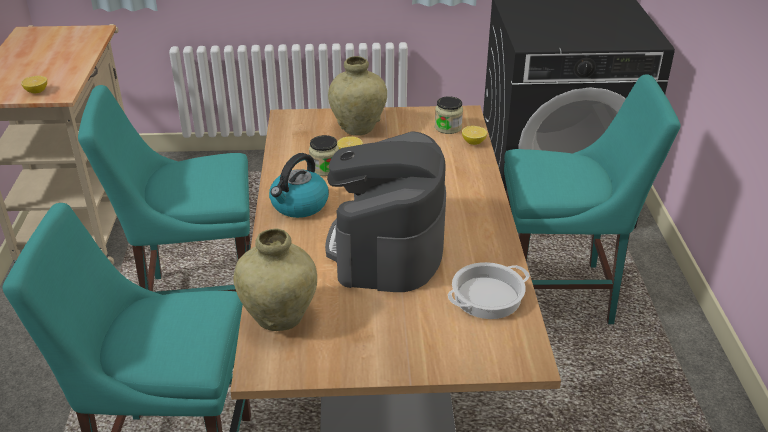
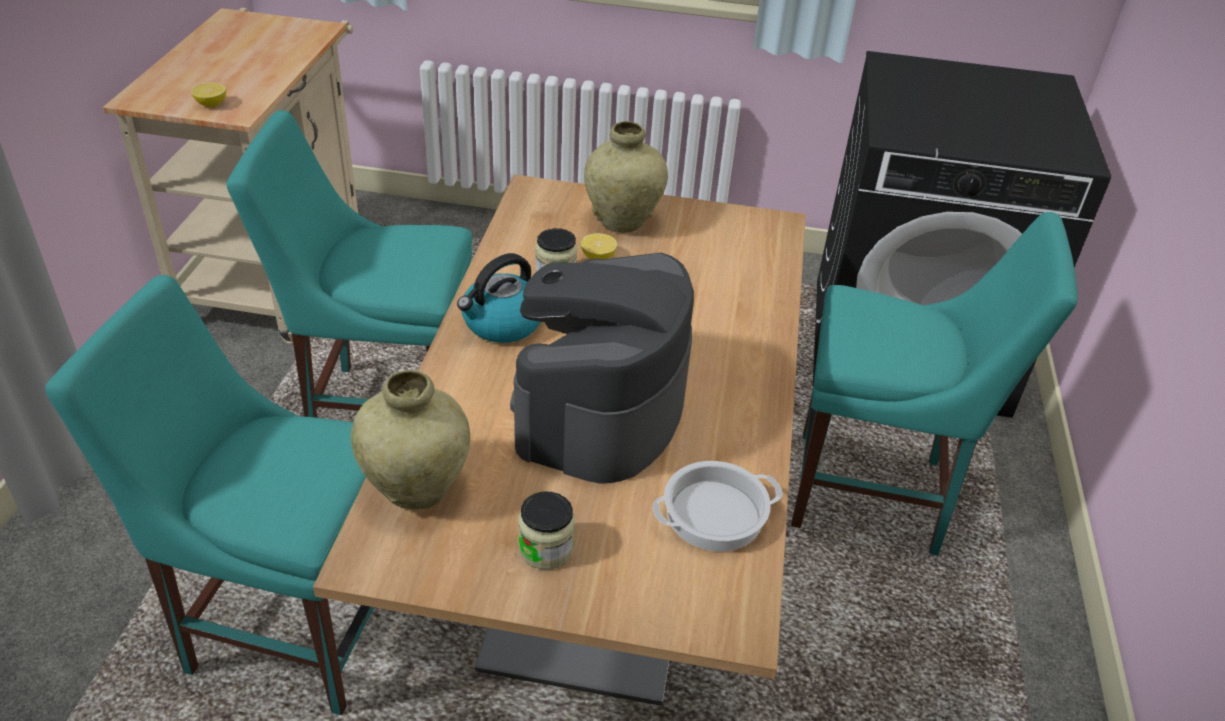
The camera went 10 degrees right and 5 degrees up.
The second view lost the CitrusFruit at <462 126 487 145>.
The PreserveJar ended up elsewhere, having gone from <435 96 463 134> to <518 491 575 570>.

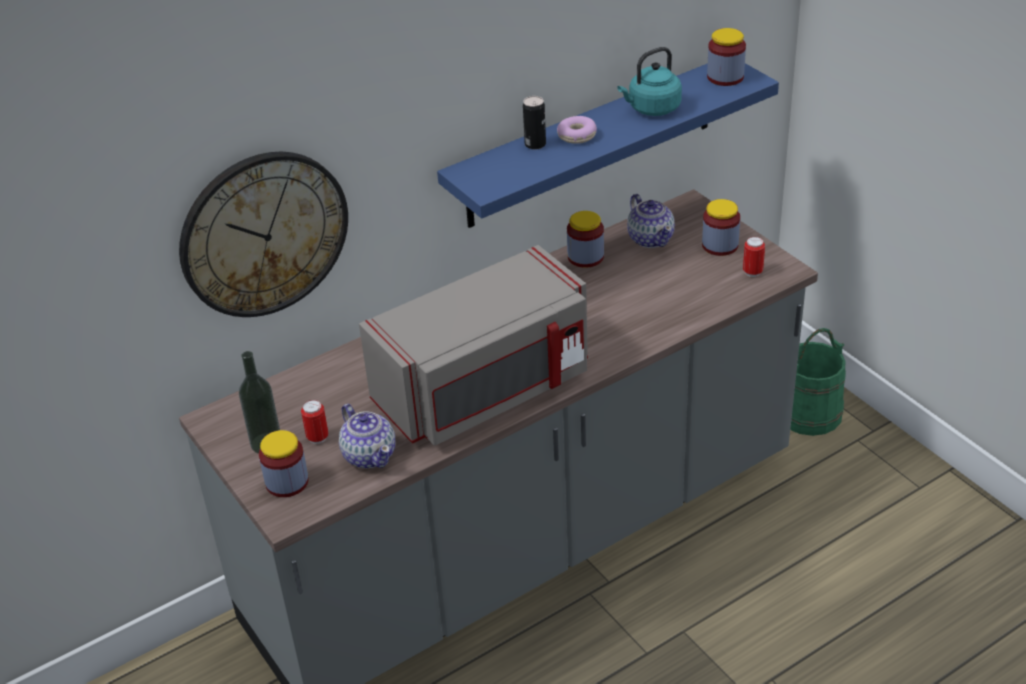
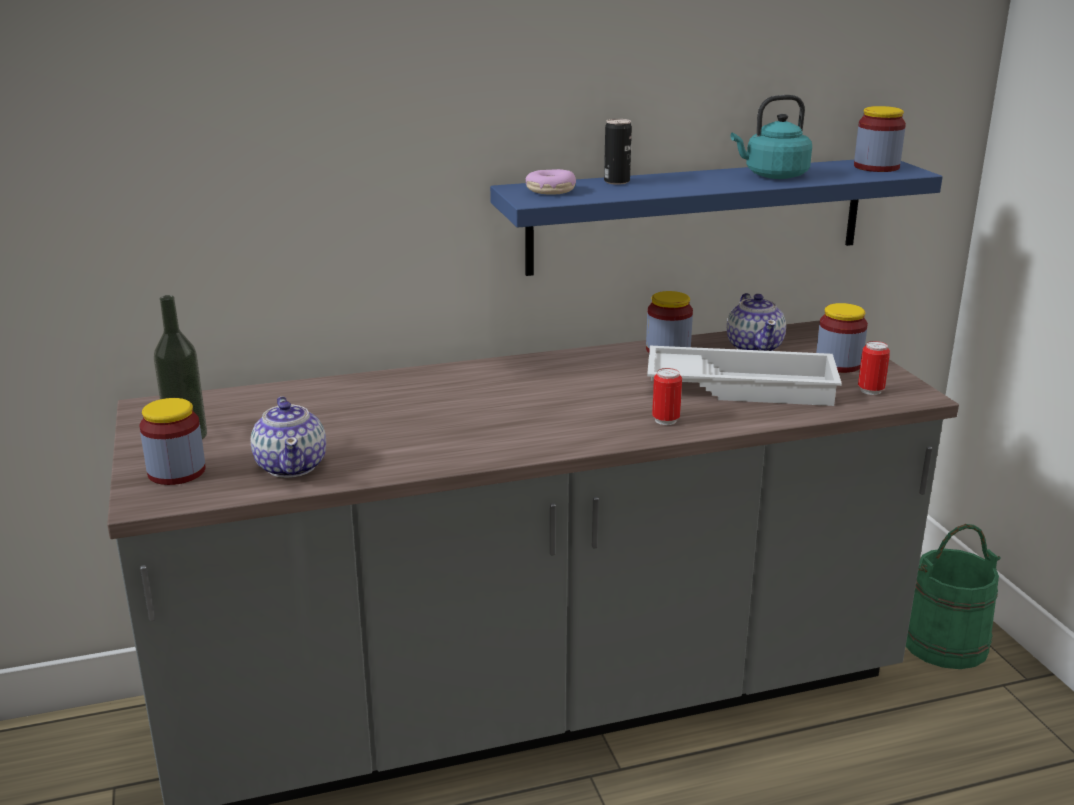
The camera went 15 degrees right and 15 degrees down.
The second view lost the ClockOnTheWall at <179 152 348 317>.
The second view lost the GrayKitchenMicrowave at <359 245 588 446>.
The second view gained the WhiteColouredServingTray at <647 346 842 406>.
The Can ended up elsewhere, having gone from <301 400 328 444> to <652 368 682 425>.
The Doughnut ended up elsewhere, having gone from <557 116 597 144> to <526 169 576 195>.

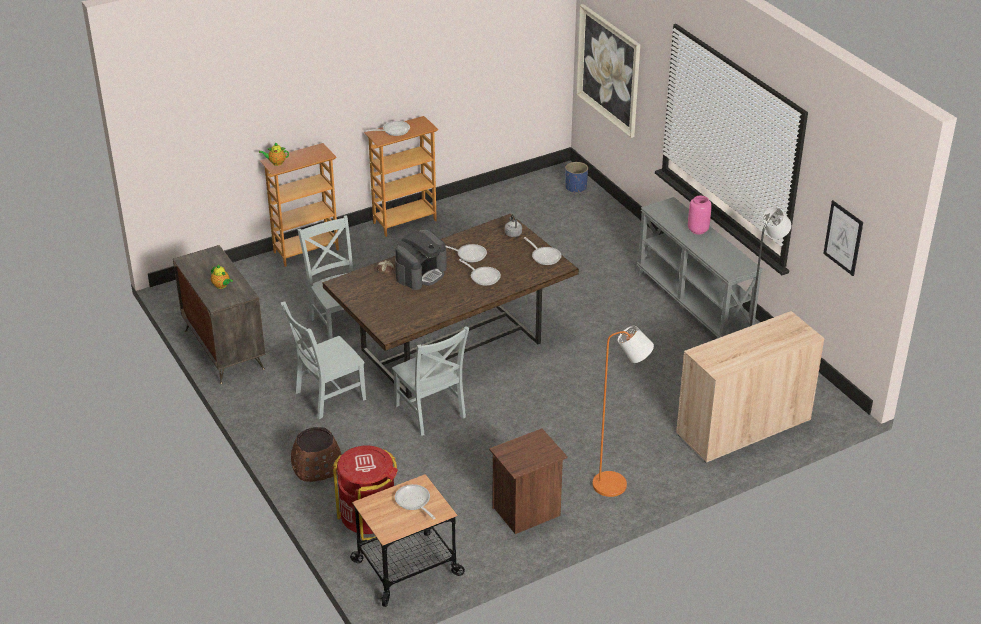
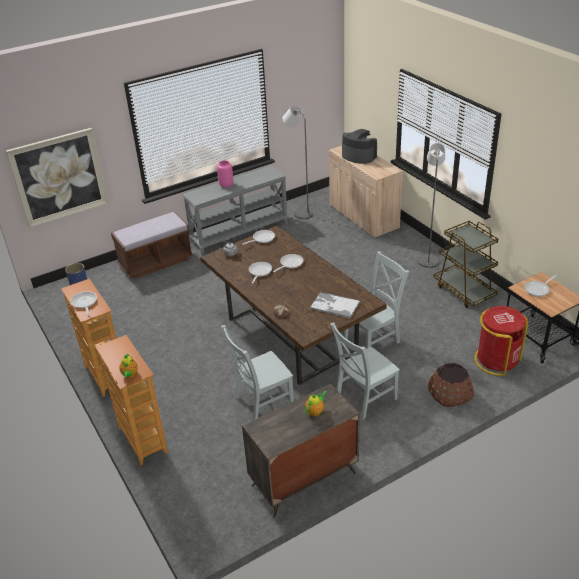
The camera went 90 degrees left and 0 degrees up.
The second view lost the Picture at <823 200 863 276>.
The second view gained the BrownIndoorBench at <111 212 193 279>.
The second view gained the ServingTray at <309 291 360 319>.
The CoffeeBrewer ended up elsewhere, having gone from <395 230 447 290> to <342 129 377 164>.
Where the BrownNightstand stood at <489 428 568 534>, the BrownTrolley came to stand at <434 221 498 308>.
What was the OrangeStandingLamp at <592 326 654 497> turned into the GrayStandingLamp at <417 143 445 268>.
The GrayPlainChair at <281 302 366 419> ended up facing another way, 90 degrees clockwise from before.

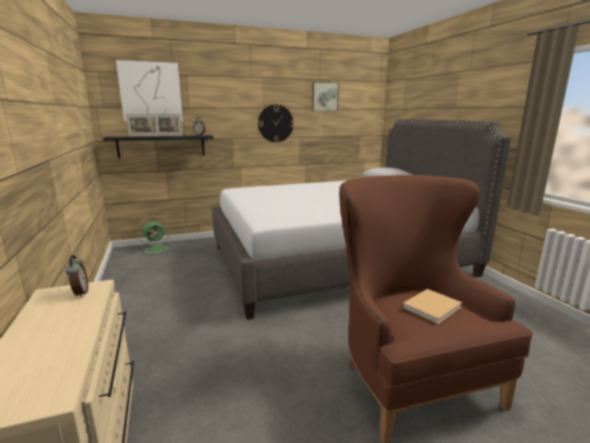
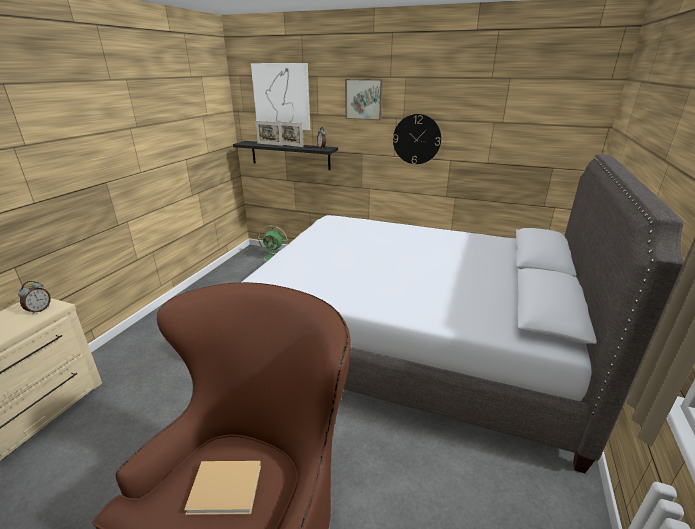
The camera went 40 degrees right and 10 degrees up.
The Picture ended up elsewhere, having gone from <312 82 339 111> to <345 79 383 120>.

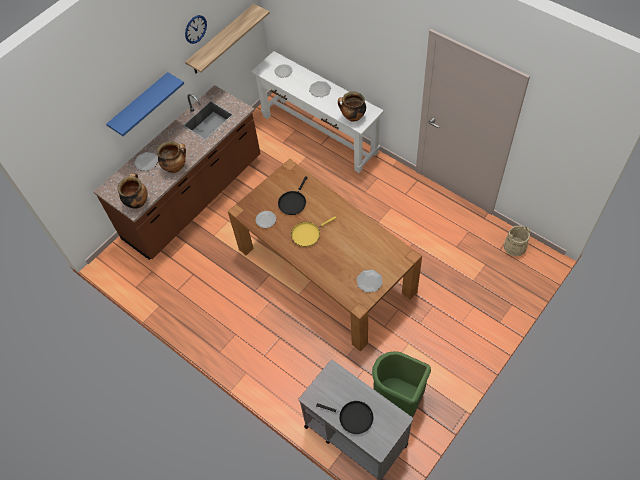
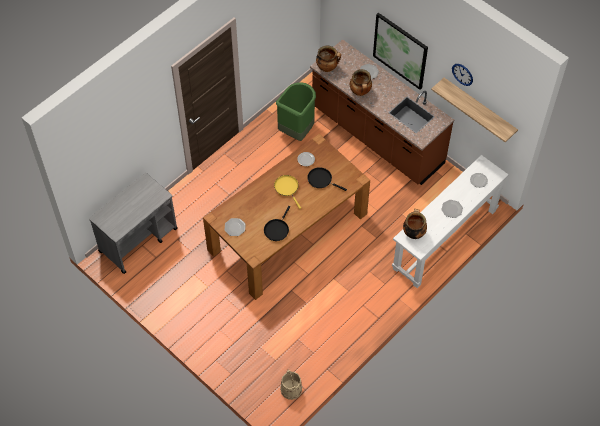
The camera went 90 degrees right and 0 degrees up.
The BlackishPan ended up elsewhere, having gone from <316 401 374 434> to <264 206 290 241>.
The GreenishTrashCan ended up elsewhere, having gone from <372 351 431 417> to <276 82 316 141>.
Where the BluishBracketShelf hung at <106 72 184 136>, the Picture came to hang at <373 13 428 90>.

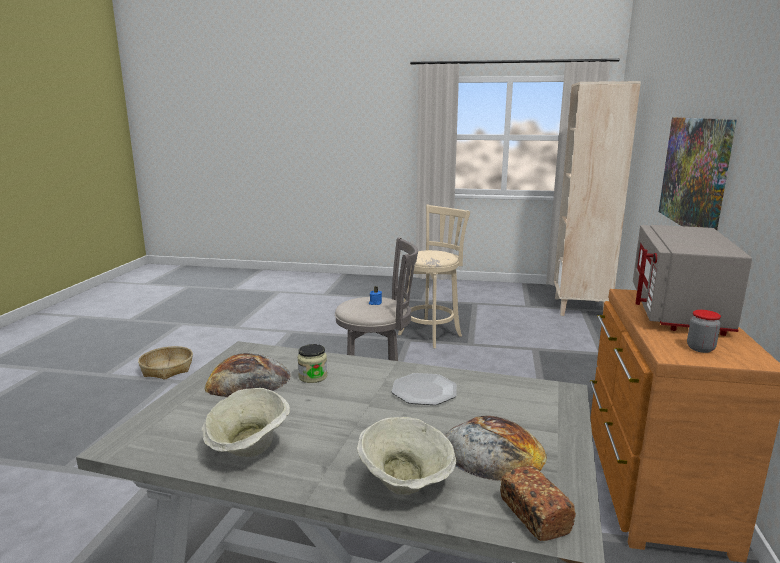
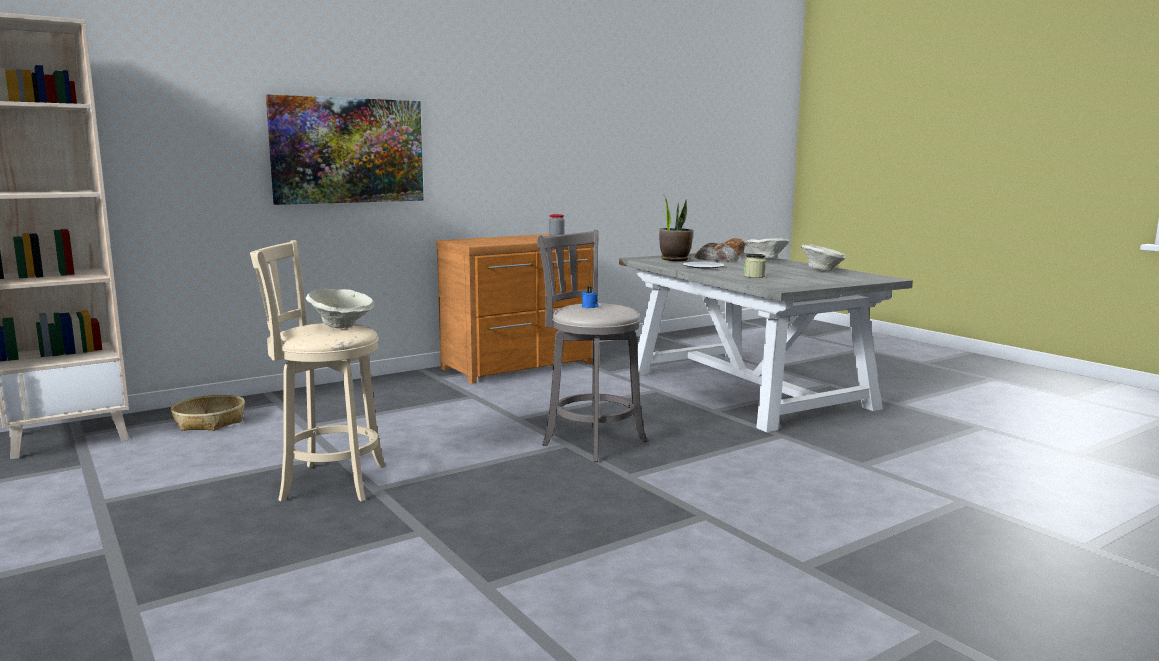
The camera went 135 degrees left and 5 degrees down.
The second view lost the BakeryBread at <205 353 290 397>.
The second view lost the GrayKitchenMicrowave at <633 225 752 336>.
The second view gained the BeigeColouredServingBowl at <306 289 374 329>.
The second view gained the PottedPlant at <659 197 694 261>.
The StorageBasket ended up elsewhere, having gone from <138 346 193 380> to <171 394 245 431>.

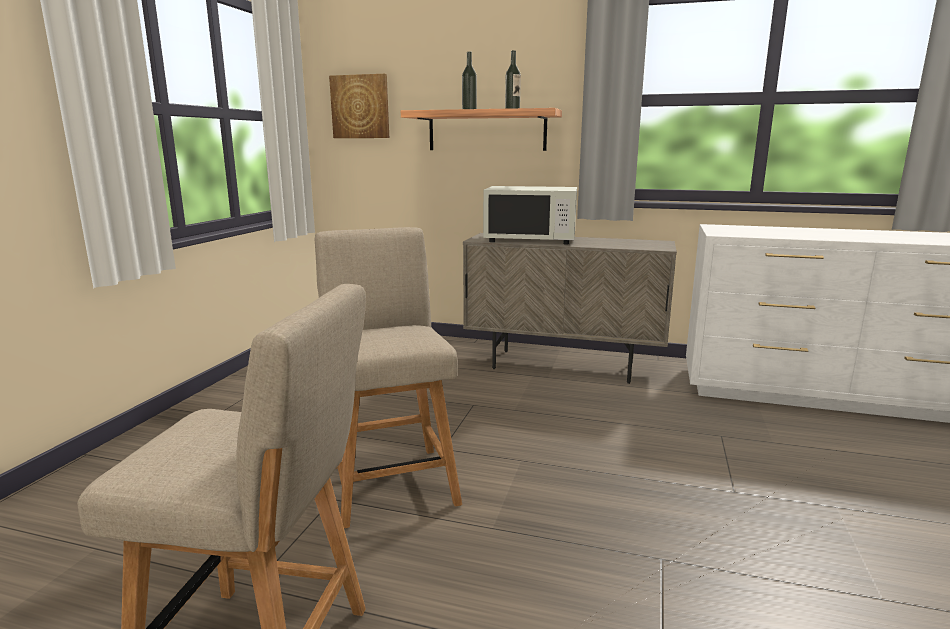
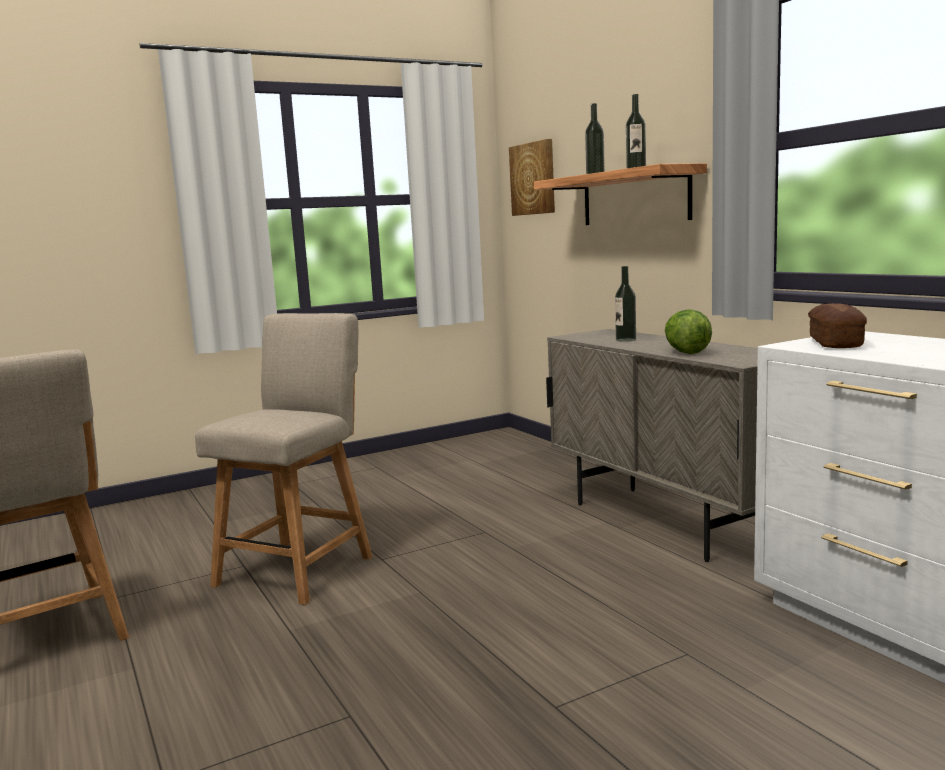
The camera went 45 degrees right and 5 degrees down.
The second view gained the LettuceHead at <665 309 712 354>.
The second view gained the BakeryBread at <808 303 867 348>.
Where the WhiteColouredKitchenMicrowave stood at <483 186 577 245>, the BeverageBottle came to stand at <615 266 636 342>.

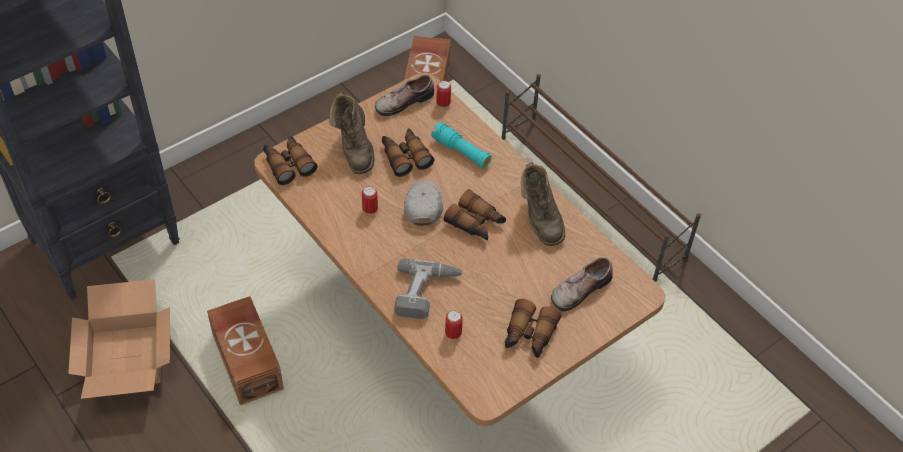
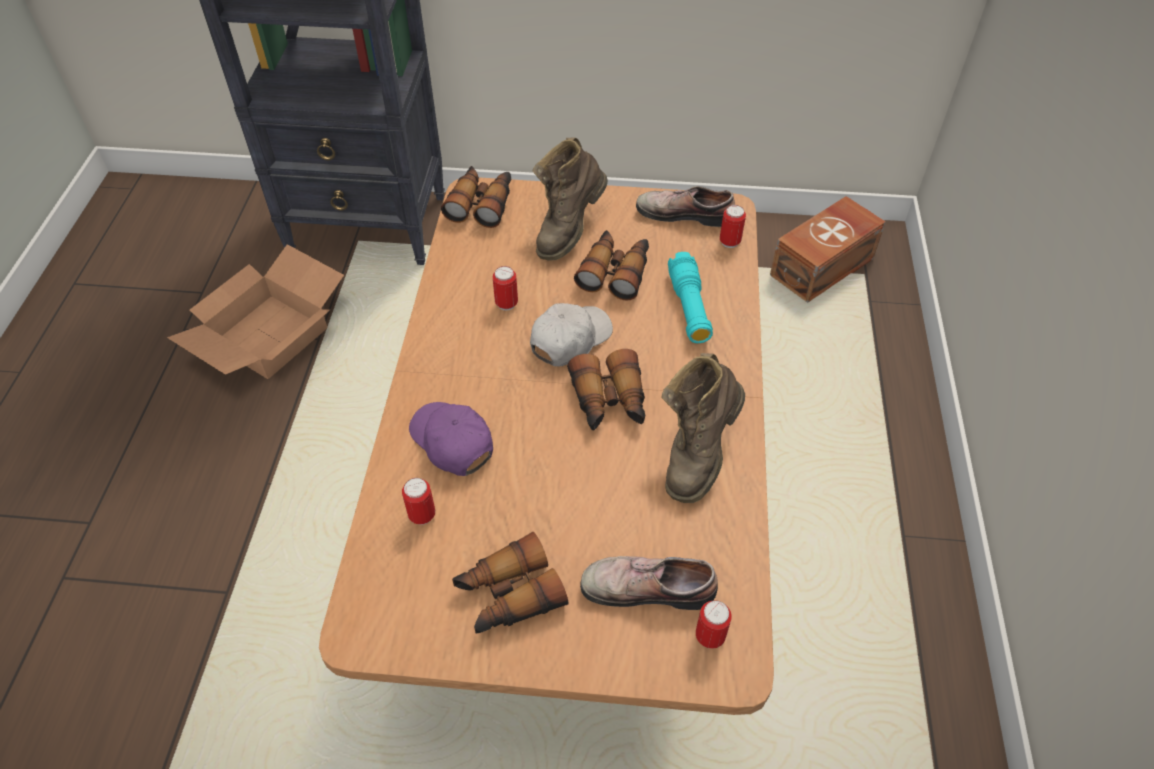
The camera went 45 degrees right and 0 degrees up.
The second view lost the BrownStorageContainer at <207 296 284 405>.
The second view lost the BrownShoeShelf at <501 74 701 282>.
The second view gained the Can at <696 600 732 649>.
Where the PowerDrill stood at <394 259 463 319>, the PurplishBaseballCap came to stand at <409 402 493 476>.

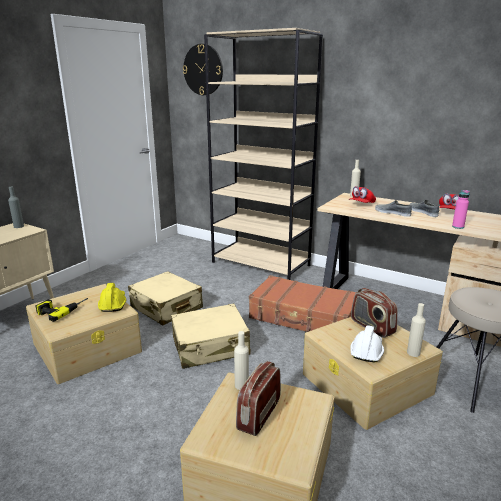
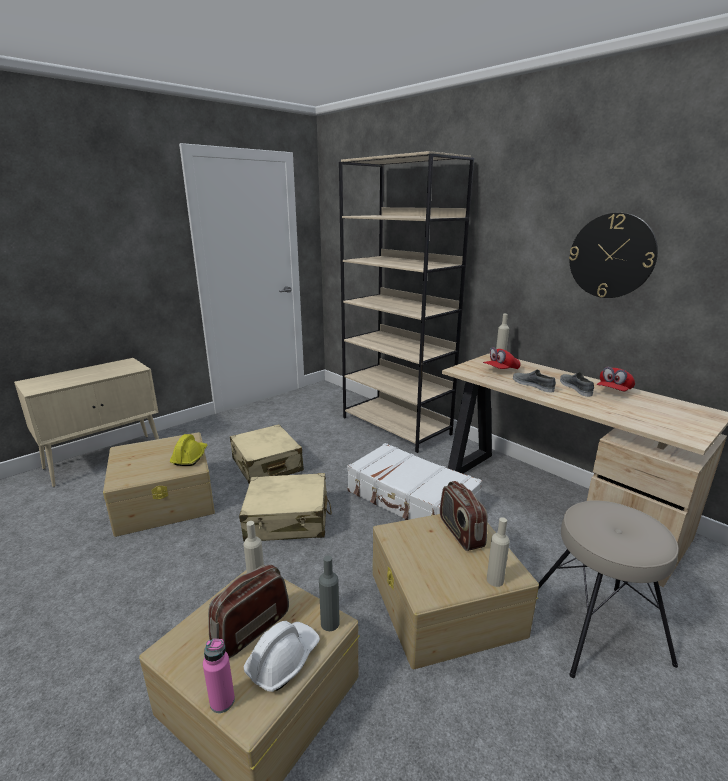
The camera went 15 degrees right and 0 degrees up.
The second view lost the PowerDrill at <36 298 88 322>.
The GrayBeverageBottle ended up elsewhere, having gone from <8 187 24 228> to <319 555 340 631>.
The ClockOnTheWall ended up elsewhere, having gone from <183 44 223 95> to <569 213 658 298>.
The WhiteColouredHardHat ended up elsewhere, having gone from <350 325 384 362> to <244 621 320 692>.
The PinkishBeverageBottle ended up elsewhere, having gone from <452 190 469 229> to <203 639 235 713>.
What was the BrownPieceOfLuggage at <249 275 357 332> turned into the WhiteColouredPieceOfLuggage at <347 443 482 520>.

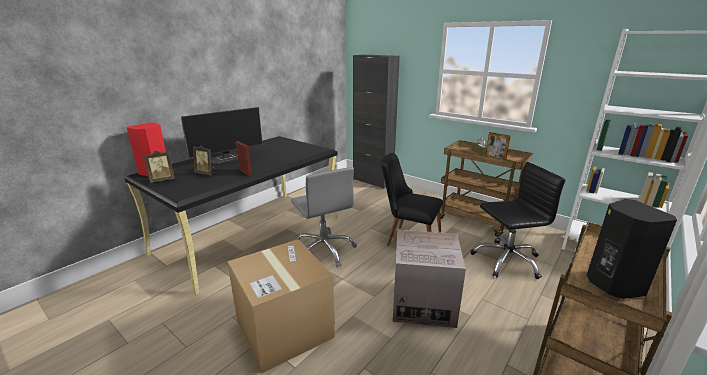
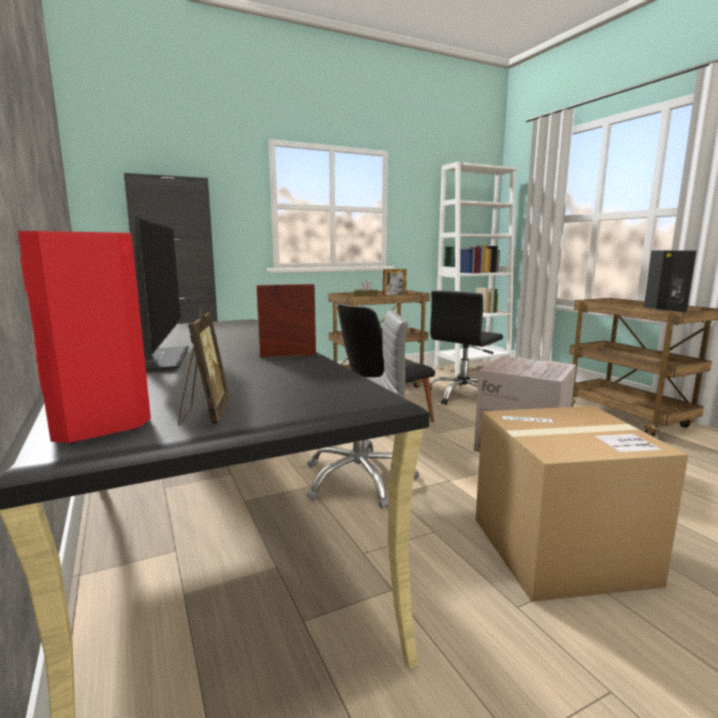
The camera went 65 degrees left and 10 degrees down.
The second view lost the PhotoFrame at <193 145 216 175>.
The BlackishComputerChair at <470 162 565 279> ended up facing another way, 150 degrees counterclockwise from before.

